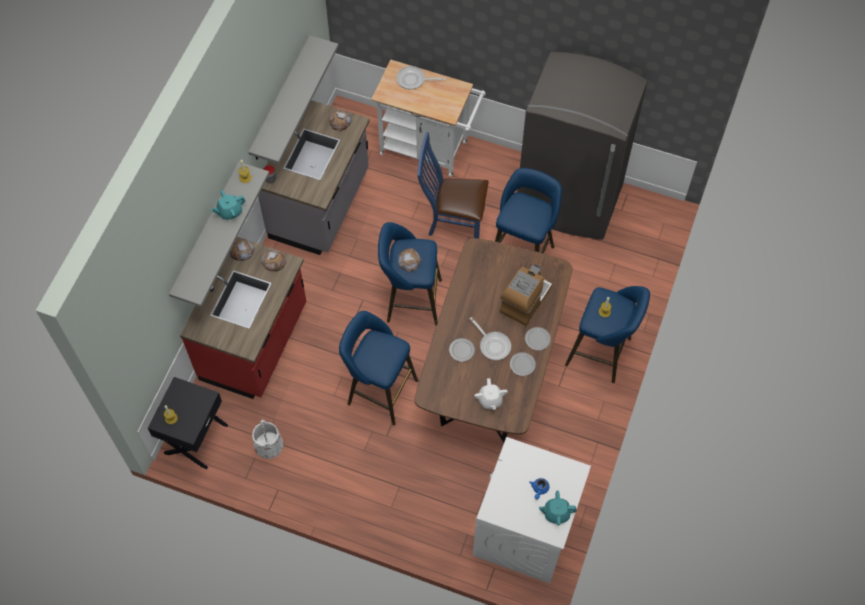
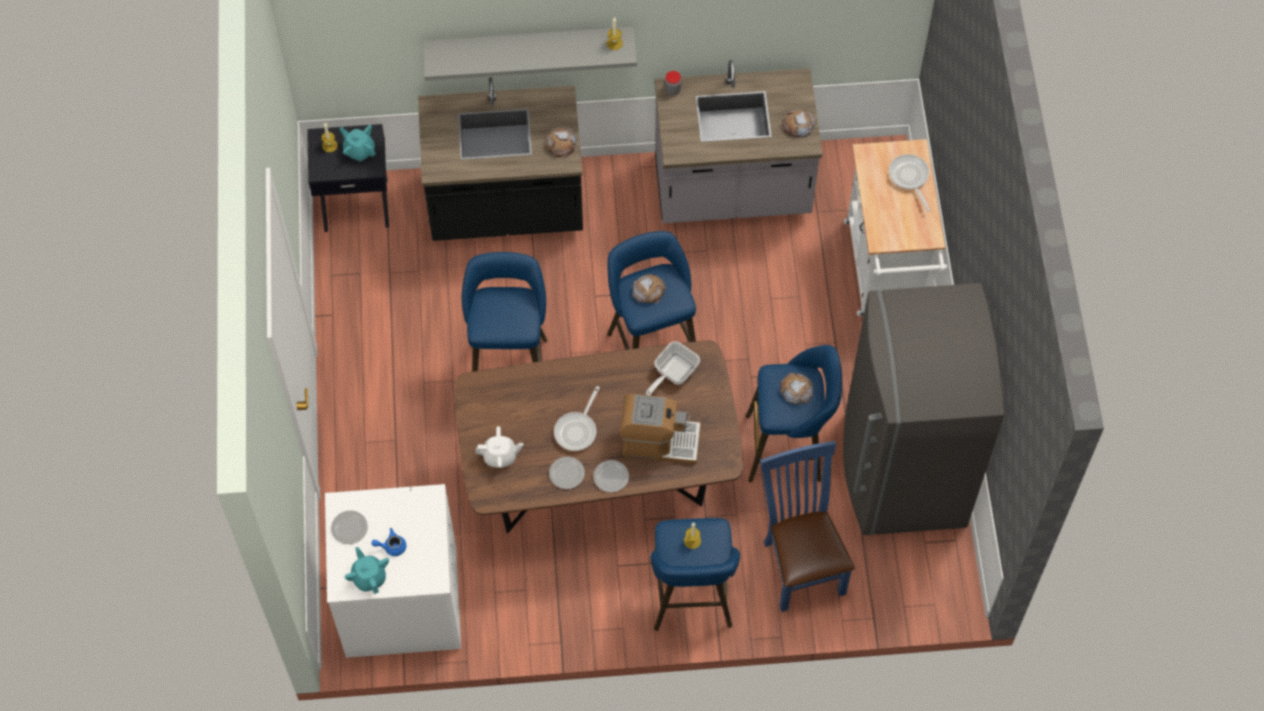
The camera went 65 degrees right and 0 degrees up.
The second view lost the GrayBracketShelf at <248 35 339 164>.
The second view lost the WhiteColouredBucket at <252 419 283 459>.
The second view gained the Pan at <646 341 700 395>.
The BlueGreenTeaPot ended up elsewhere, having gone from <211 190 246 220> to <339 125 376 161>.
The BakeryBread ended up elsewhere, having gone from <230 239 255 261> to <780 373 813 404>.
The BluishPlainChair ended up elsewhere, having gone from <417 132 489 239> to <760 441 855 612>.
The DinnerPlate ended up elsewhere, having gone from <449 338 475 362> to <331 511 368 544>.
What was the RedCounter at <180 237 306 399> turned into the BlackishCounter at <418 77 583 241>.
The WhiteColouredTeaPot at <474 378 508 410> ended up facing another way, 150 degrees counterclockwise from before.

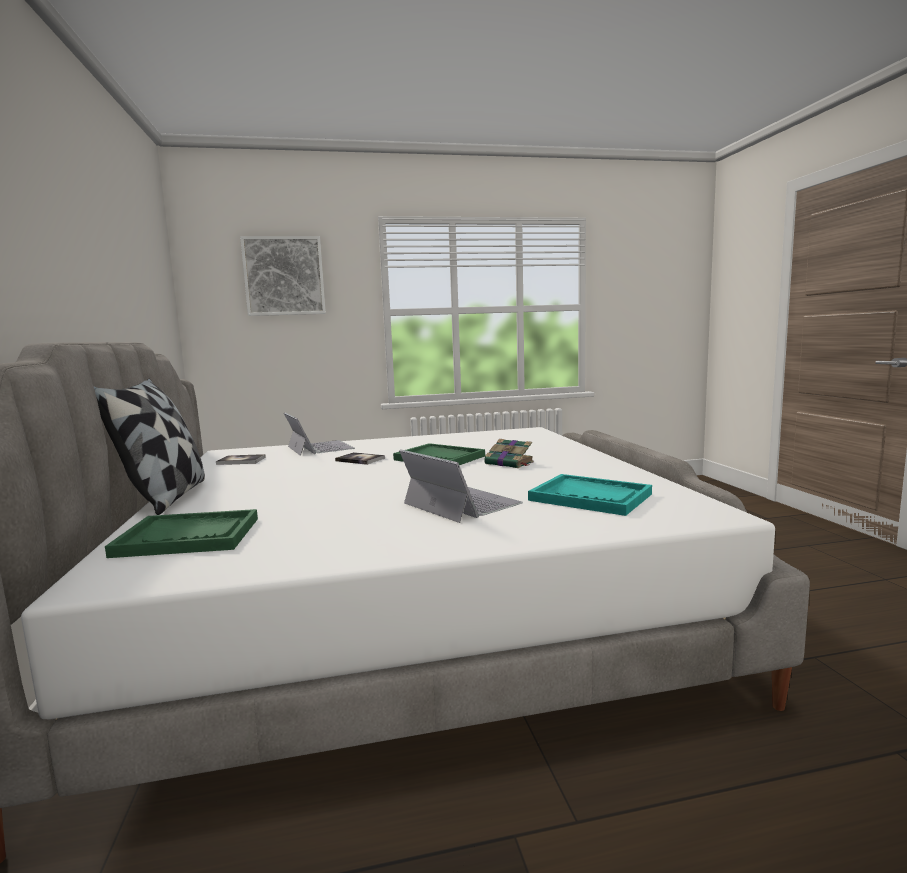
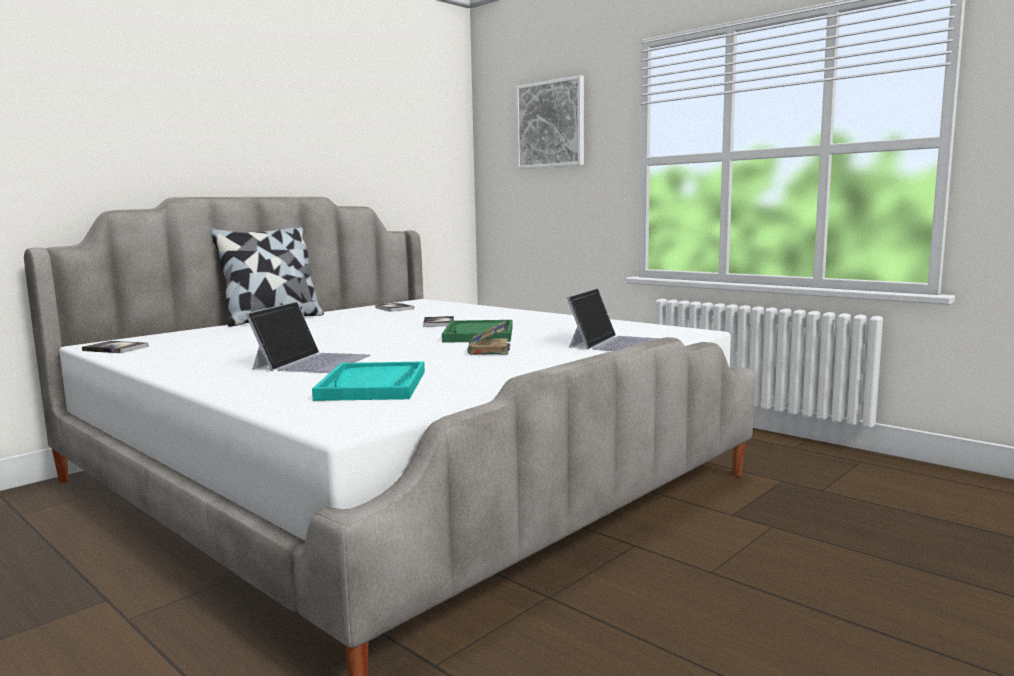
The camera went 55 degrees right and 0 degrees up.
The second view lost the GreenishServingTray at <105 509 258 558>.
The second view gained the Volume at <82 341 149 353>.
The Laptop ended up elsewhere, having gone from <284 412 355 456> to <566 288 661 351>.

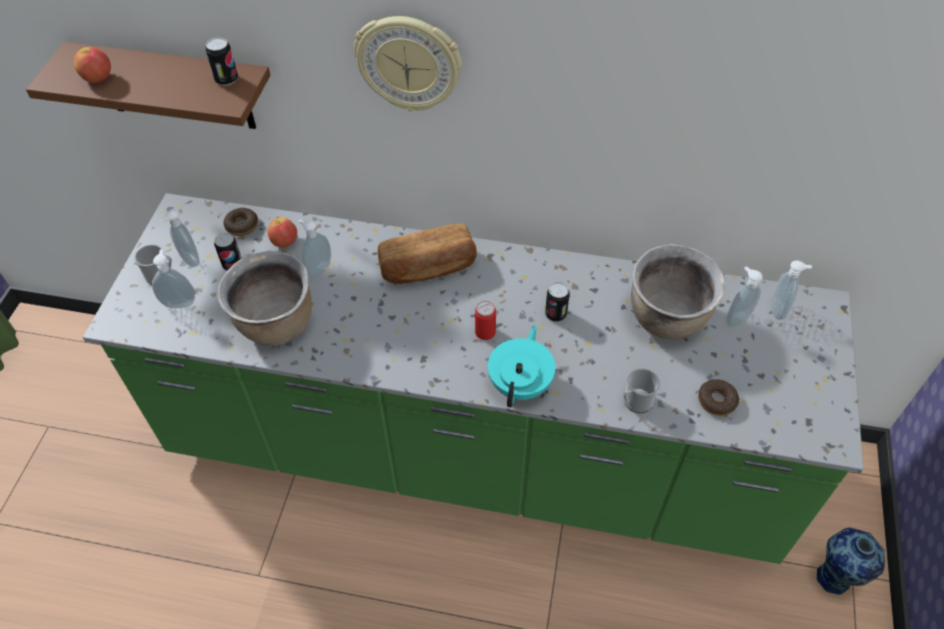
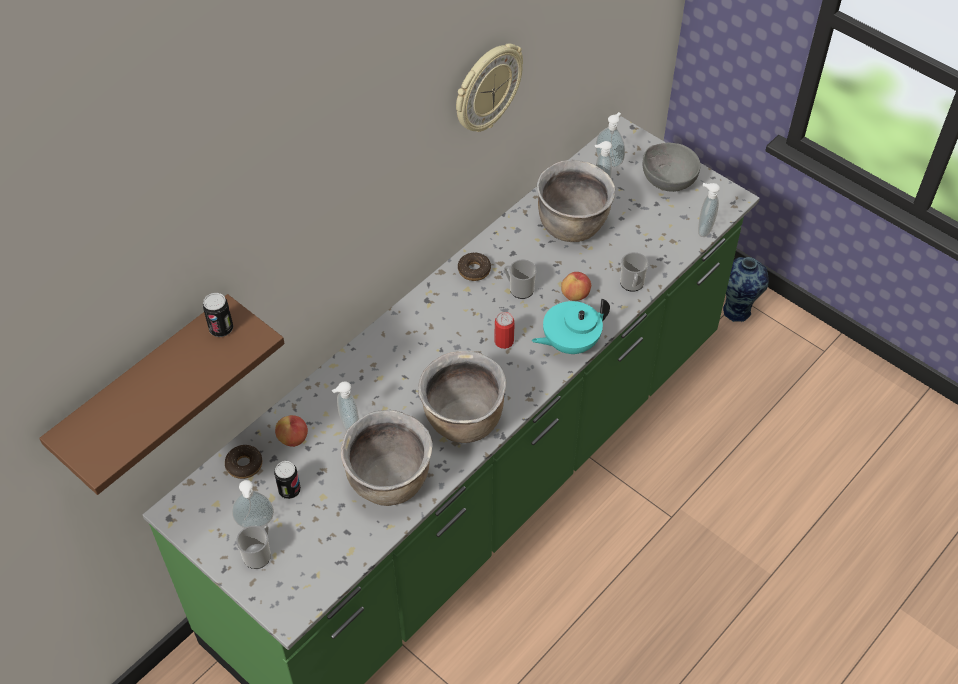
The camera went 60 degrees left and 0 degrees up.
The second view lost the BakeryBread at <378 224 477 284>.
The second view gained the BrownSaucepot at <418 351 507 443>.
The second view gained the GrayServingBowl at <643 143 701 192>.
The AppleFruit ended up elsewhere, having gone from <74 47 111 83> to <561 272 591 301>.
The SoapDispenser ended up elsewhere, having gone from <152 249 195 308> to <698 183 720 237>.
The ClockOnTheWall ended up elsewhere, having gone from <354 16 462 112> to <456 44 523 132>.
The Doughnut ended up elsewhere, having gone from <698 379 739 416> to <458 253 491 281>.
Where the Can stood at <545 282 570 322>, the CoffeeMug came to stand at <504 259 536 299>.
The BlueGreenTeaPot at <488 325 556 408> ended up facing another way, 75 degrees counterclockwise from before.

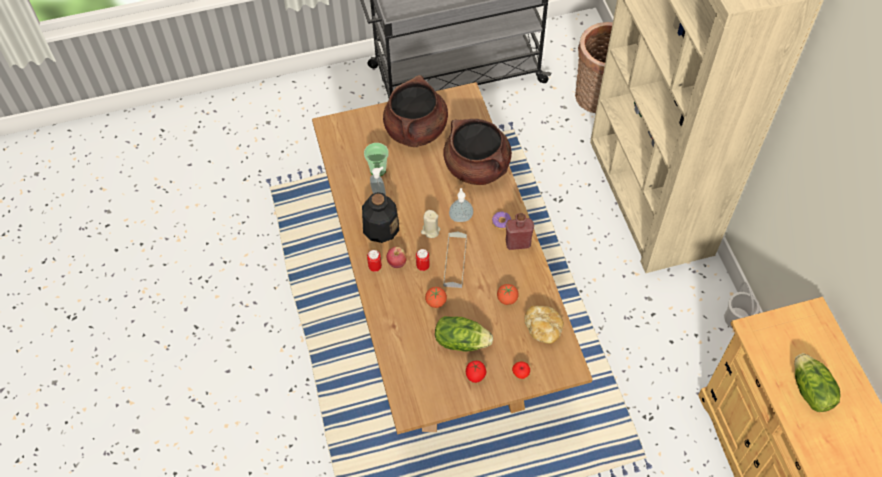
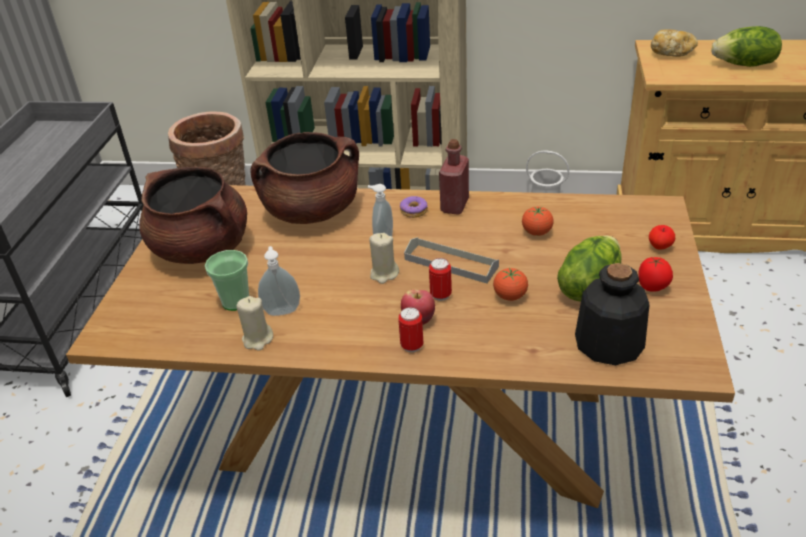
The camera went 65 degrees left and 20 degrees down.
The second view gained the BeigeColouredWaxCandle at <236 296 273 351>.
The BeverageBottle ended up elsewhere, having gone from <362 192 399 243> to <575 263 650 365>.
The BakeryBread ended up elsewhere, having gone from <524 306 564 344> to <651 29 698 57>.

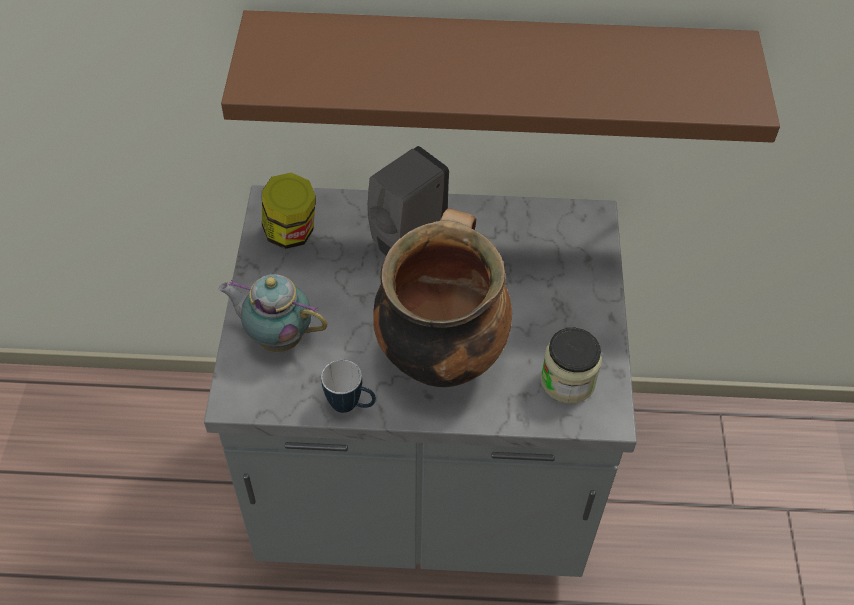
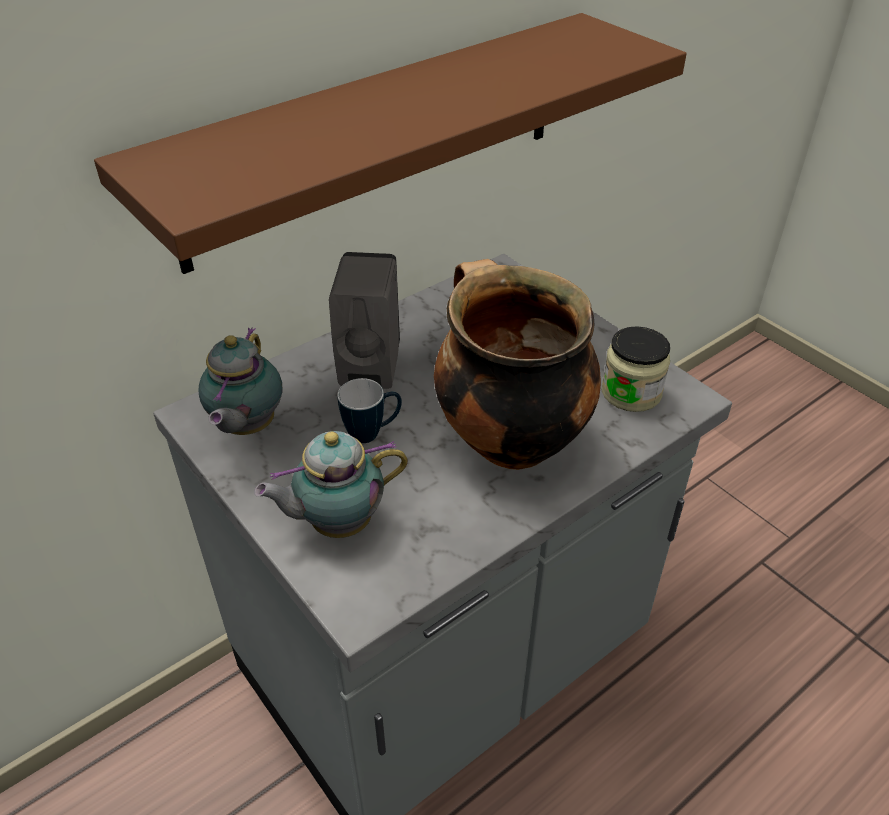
The camera went 40 degrees left and 10 degrees down.
The CoffeeMug ended up elsewhere, having gone from <321 360 376 413> to <337 378 402 443>.
Where the PreserveJar stood at <262 173 316 249>, the TeaPot came to stand at <198 327 282 435>.

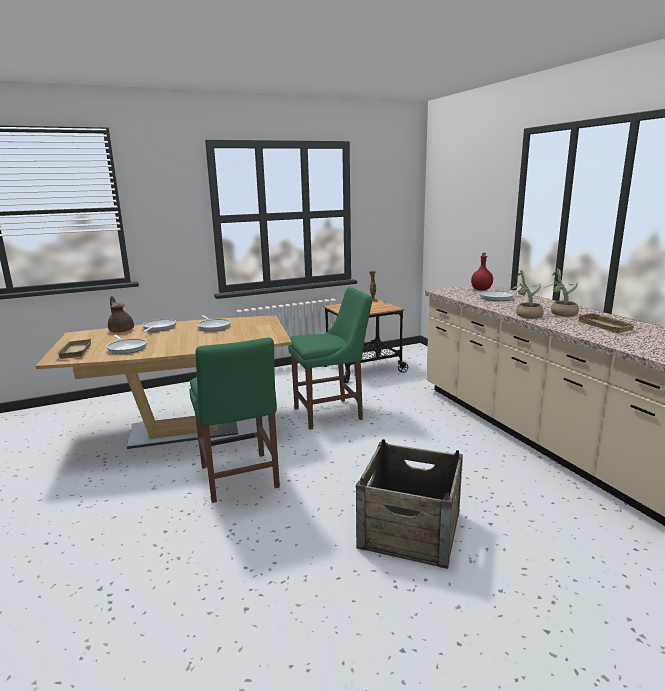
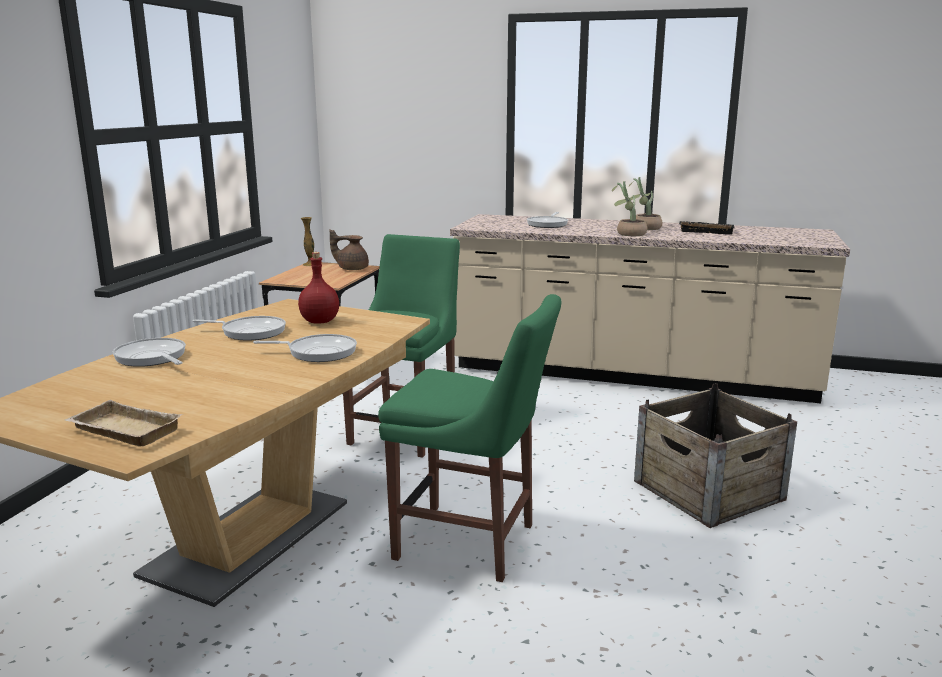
The camera went 50 degrees left and 0 degrees up.
The Pan ended up elsewhere, having gone from <107 335 147 354> to <253 334 357 362>.
The BrownTeaPot ended up elsewhere, having gone from <108 296 134 333> to <329 229 369 270>.
The RedBeverageBottle ended up elsewhere, having gone from <471 253 493 290> to <298 252 339 324>.
What was the BeigeColouredServingTray at <578 313 636 333> turned into the BlackishServingTray at <679 221 734 234>.

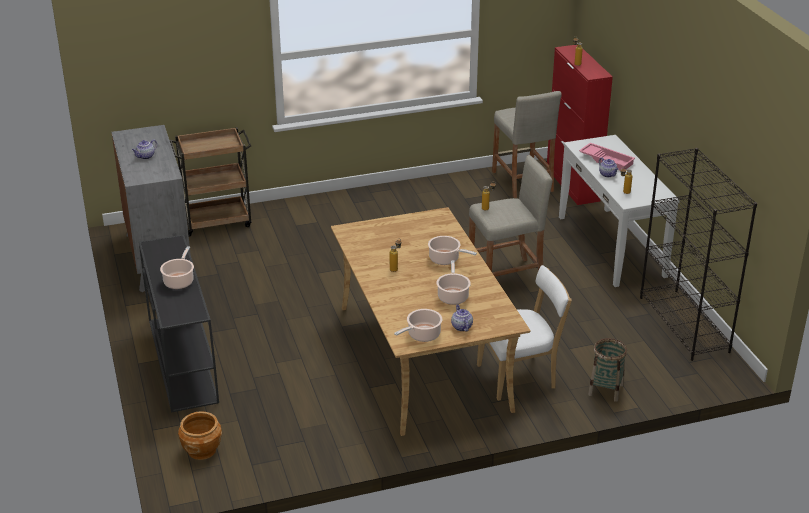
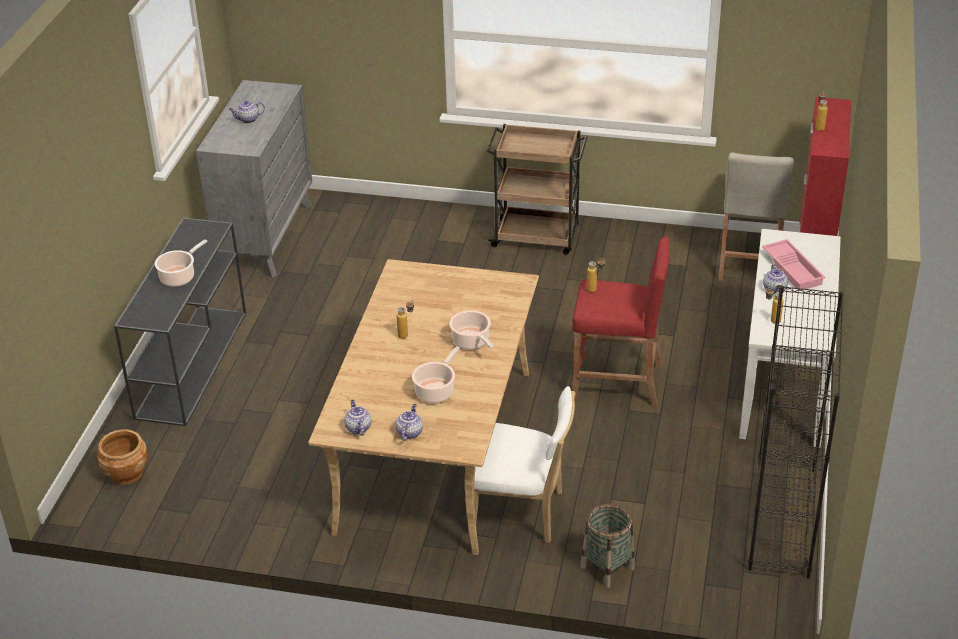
The camera went 30 degrees right and 5 degrees up.
The BrownTrolley ended up elsewhere, having gone from <170 127 252 237> to <487 124 588 255>.
Where the Saucepot stood at <394 309 443 342>, the TeaPot came to stand at <344 400 372 436>.
What was the BeigeColouredStoolSeat at <469 155 553 277> turned into the RedStoolSeat at <572 236 670 405>.

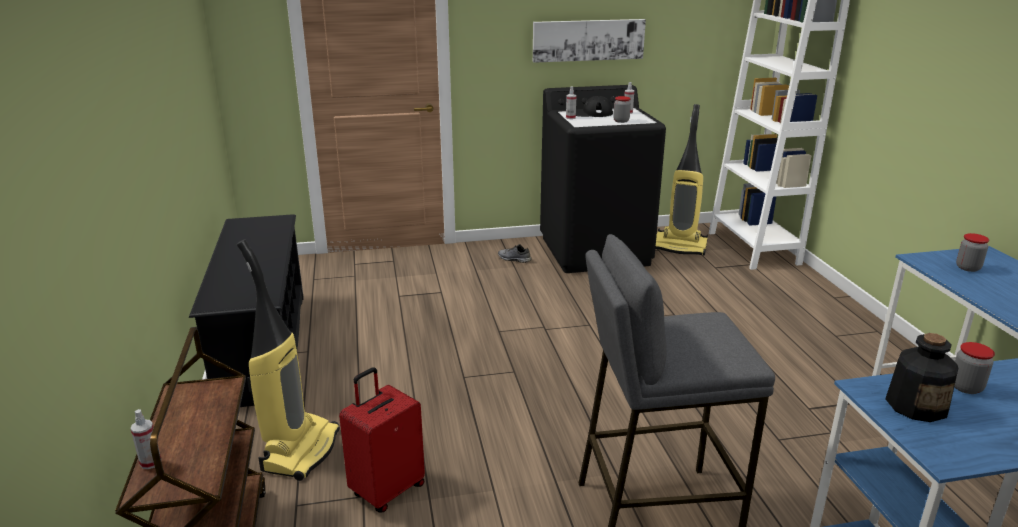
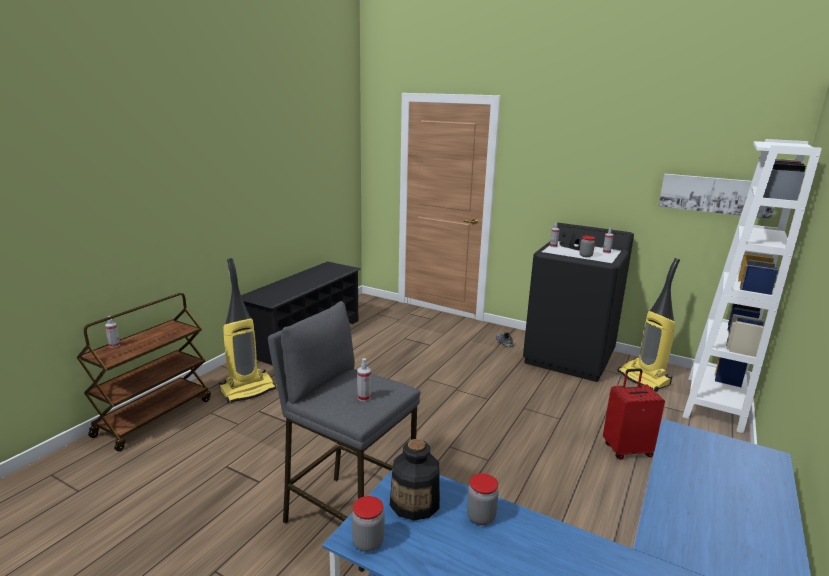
The camera went 40 degrees right and 5 degrees down.
The second view gained the SprayBottle at <357 358 371 402>.
The RedPieceOfLuggage ended up elsewhere, having gone from <339 367 425 513> to <603 368 665 460>.
The Picture ended up elsewhere, having gone from <533 19 646 63> to <658 174 774 219>.
The PreserveJar ended up elsewhere, having gone from <956 233 989 272> to <352 496 384 552>.

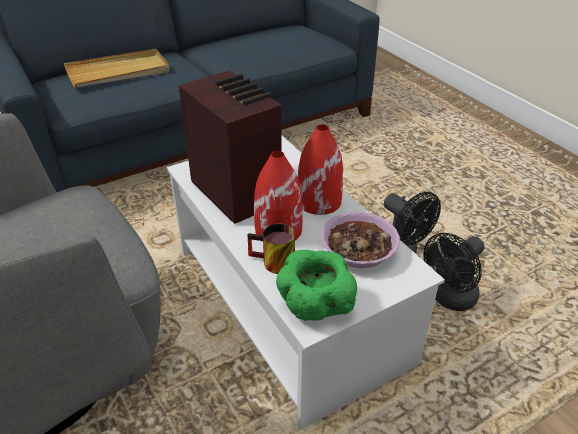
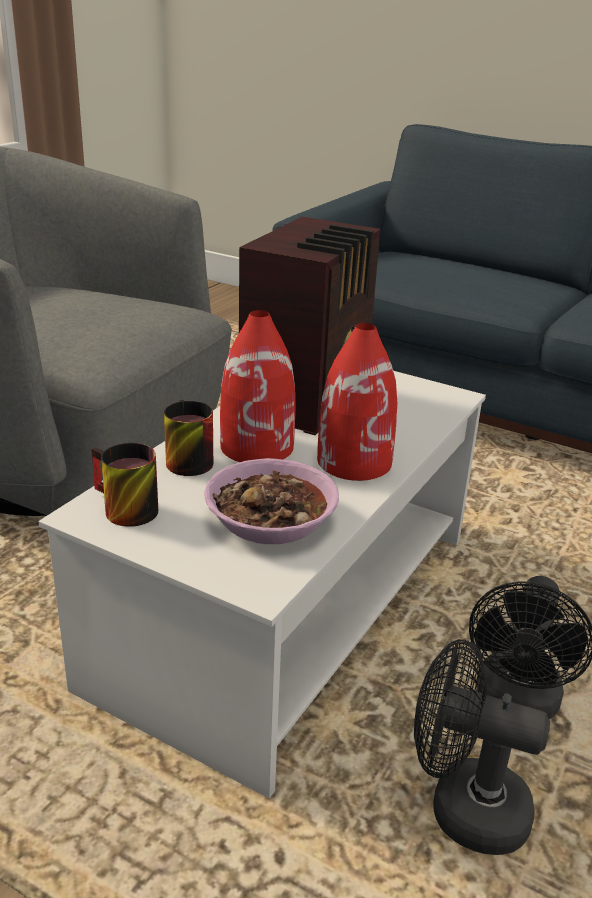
The camera went 60 degrees right and 10 degrees down.
The second view lost the BeigeColouredServingTray at <64 49 170 88>.
Where the GreenishServingBowl stood at <276 250 357 321>, the CoffeeMug came to stand at <91 443 158 527>.

